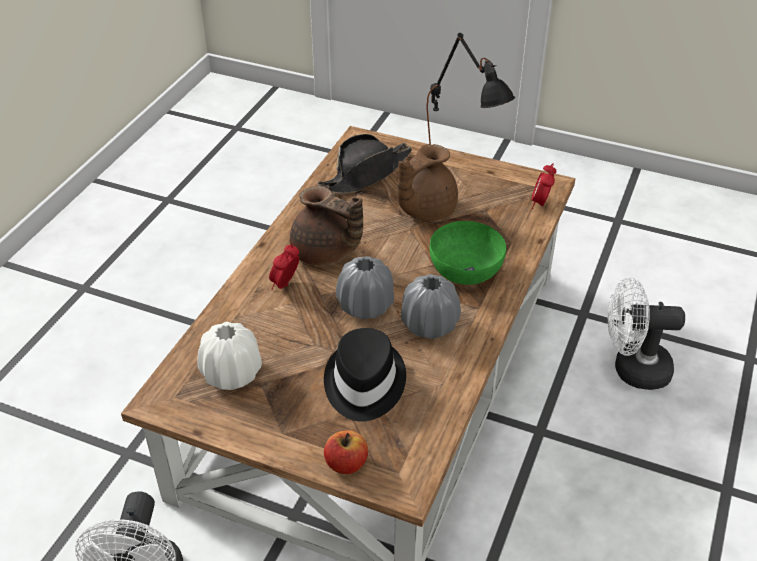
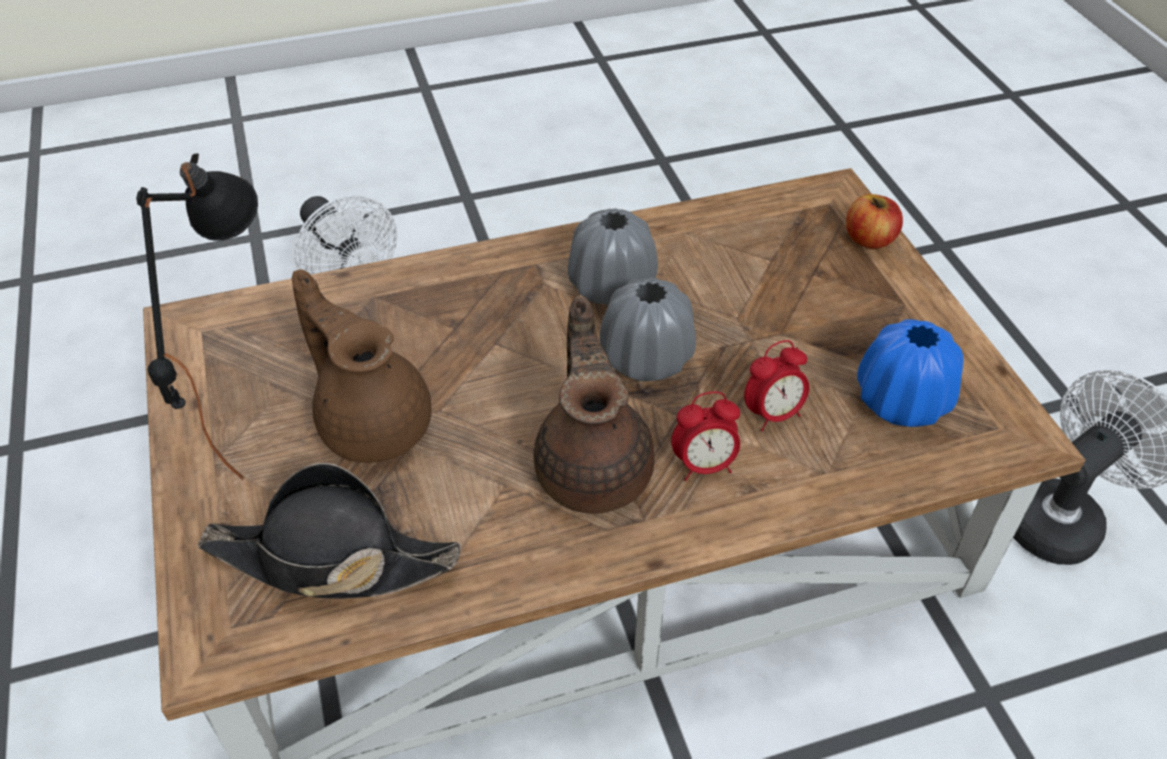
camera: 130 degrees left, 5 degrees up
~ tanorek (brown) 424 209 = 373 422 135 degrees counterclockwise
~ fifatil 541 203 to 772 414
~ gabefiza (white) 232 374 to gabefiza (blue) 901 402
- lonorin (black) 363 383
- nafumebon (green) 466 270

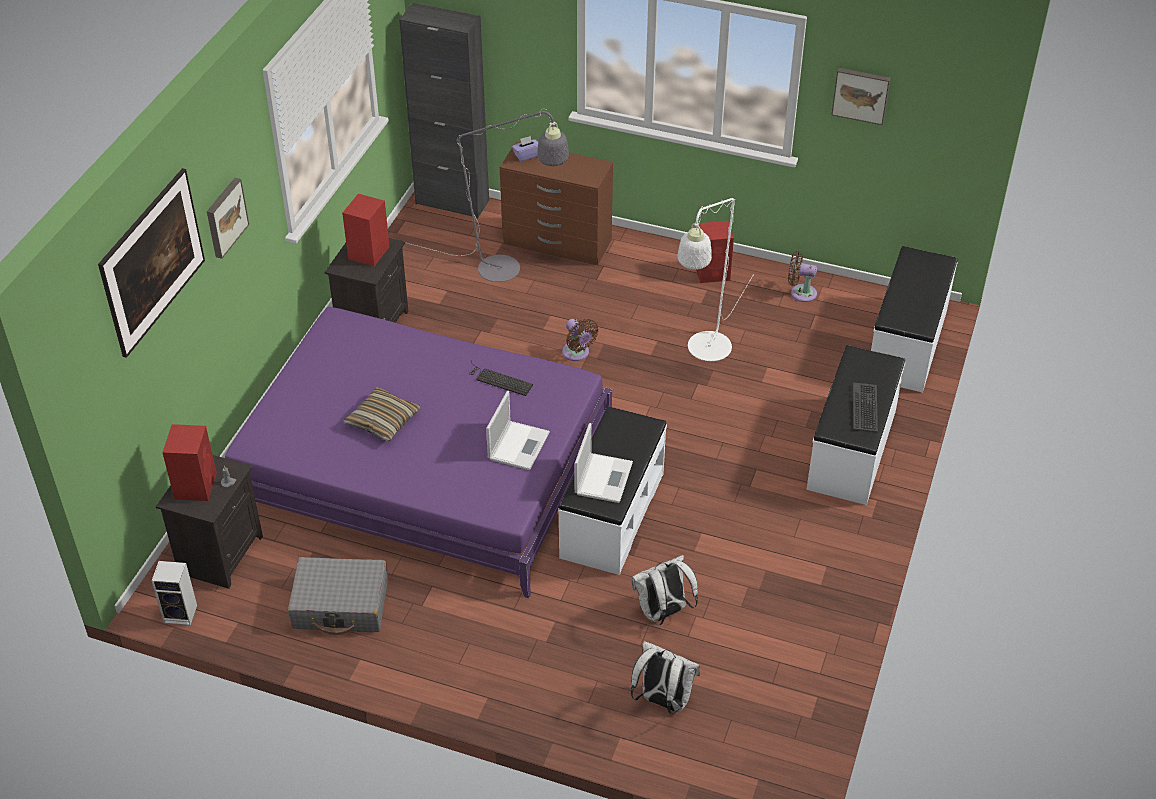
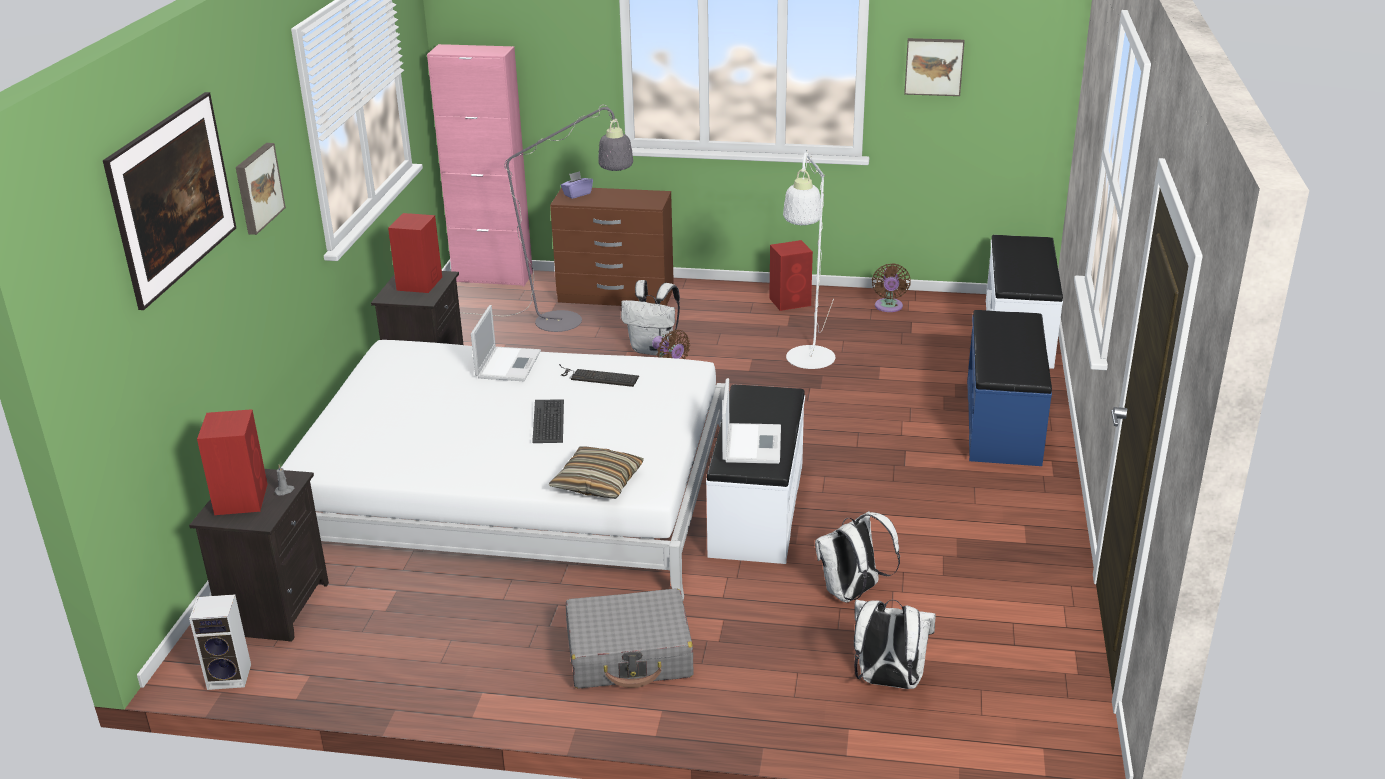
camera: 10 degrees left, 15 degrees down
~ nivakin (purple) 422 464 to nivakin (white) 515 491
~ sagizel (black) 452 202 to sagizel (pink) 493 277
~ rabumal 519 445 to 508 364
~ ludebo 865 407 to 549 422
~ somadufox 383 421 to 598 483
~ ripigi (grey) 341 605 to 630 654
+ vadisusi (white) 653 349
~ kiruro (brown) 800 293 = 888 307 90 degrees counterclockwise
~ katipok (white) 853 450 to katipok (blue) 1004 422

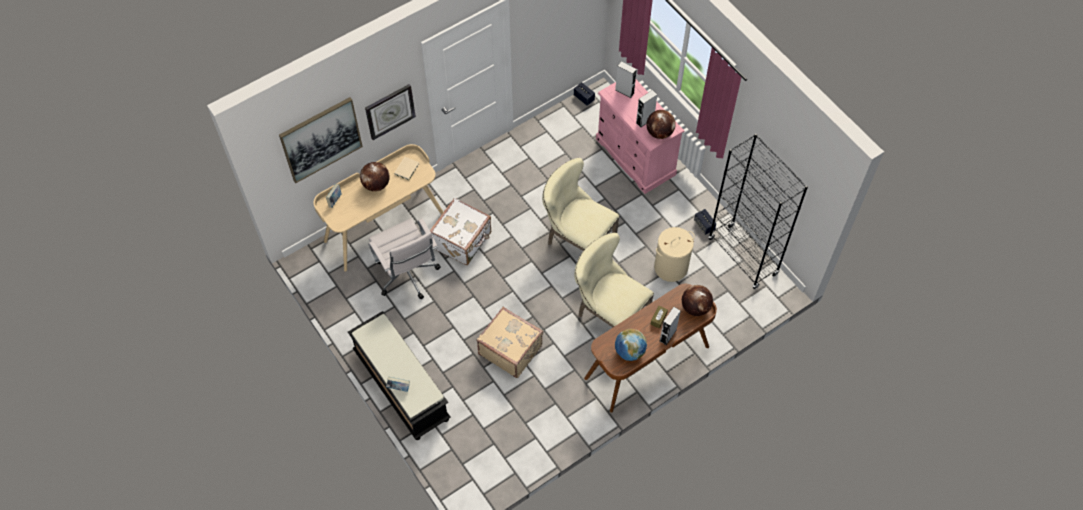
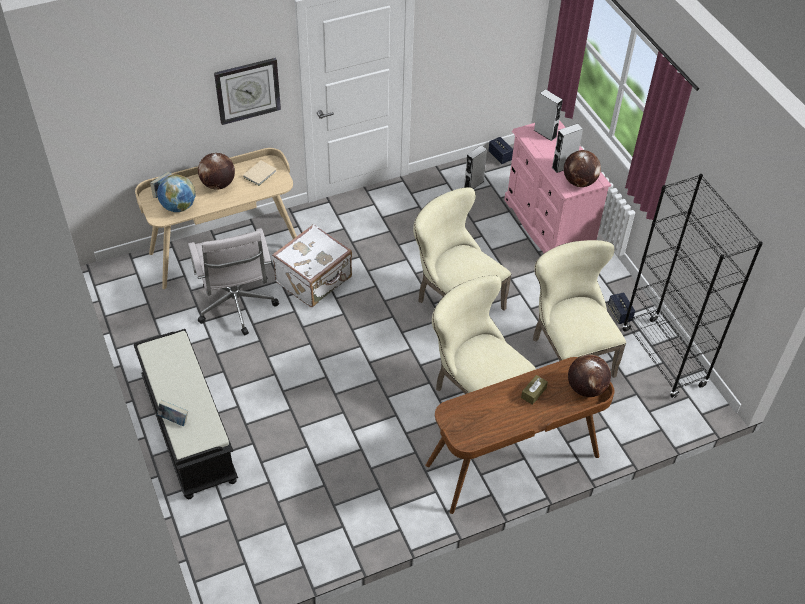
camera: 10 degrees right, 10 degrees down
~ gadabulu 629 351 to 178 207
~ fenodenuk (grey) 668 335 to 473 184
~ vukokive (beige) 671 267 to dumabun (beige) 567 354
- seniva 321 139
- ripigi (beige) 510 349

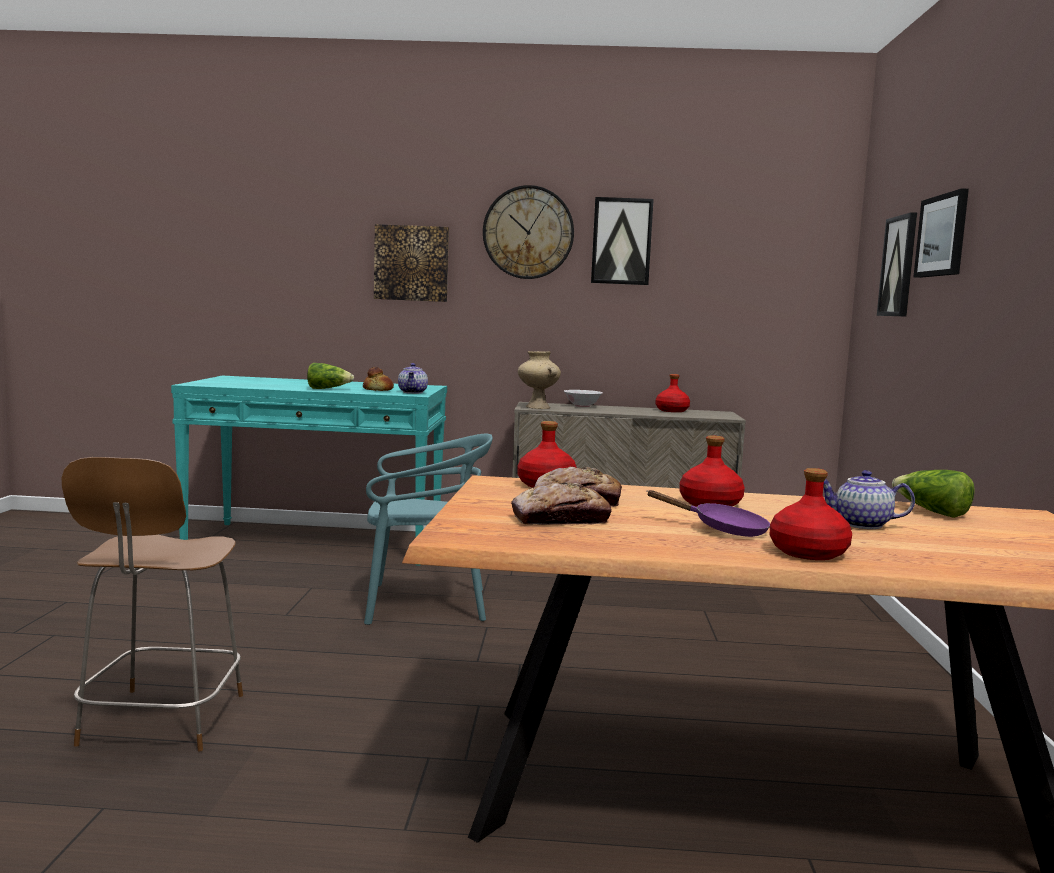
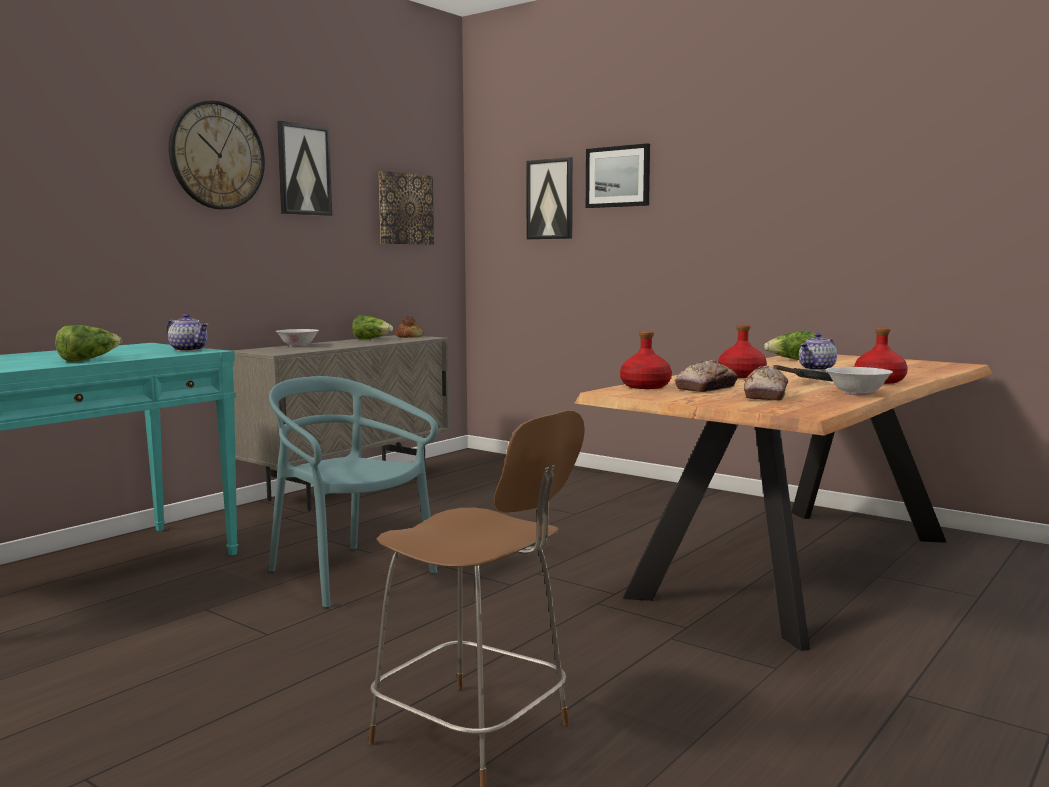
camera: 55 degrees left, 0 degrees up
~ dumabun (turquoise) 424 604 = 348 574 75 degrees counterclockwise
~ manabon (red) 672 410 to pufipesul 372 339
~ seniva 411 263 to 405 209
~ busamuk 378 389 to 409 337
~ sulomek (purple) 722 529 to sulomek (black) 814 382
+ nafumebon (white) 857 393
- gabefiza (beige) 537 407

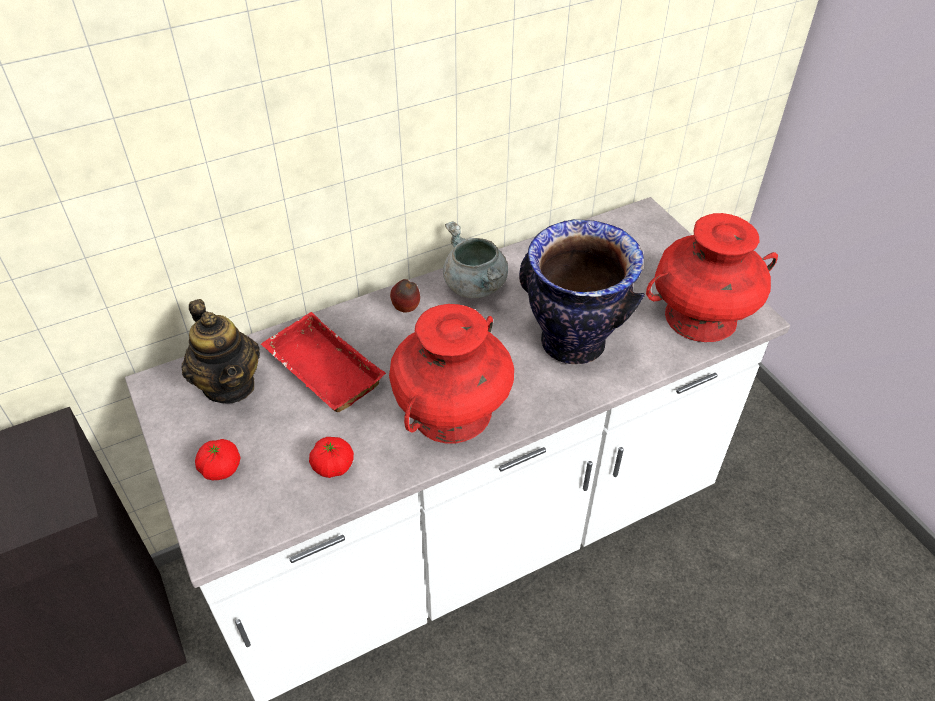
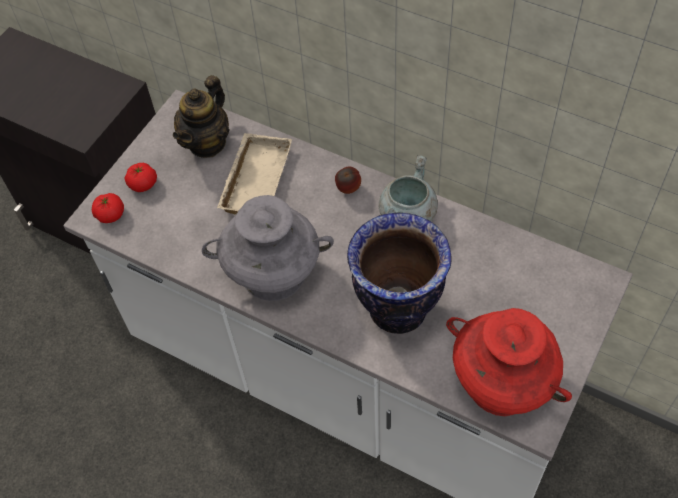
camera: 60 degrees right, 10 degrees up
~ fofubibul 333 466 to 110 214
~ gabefiza (red) 451 413 to gabefiza (grey) 273 273
~ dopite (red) 320 370 to dopite (beige) 254 179

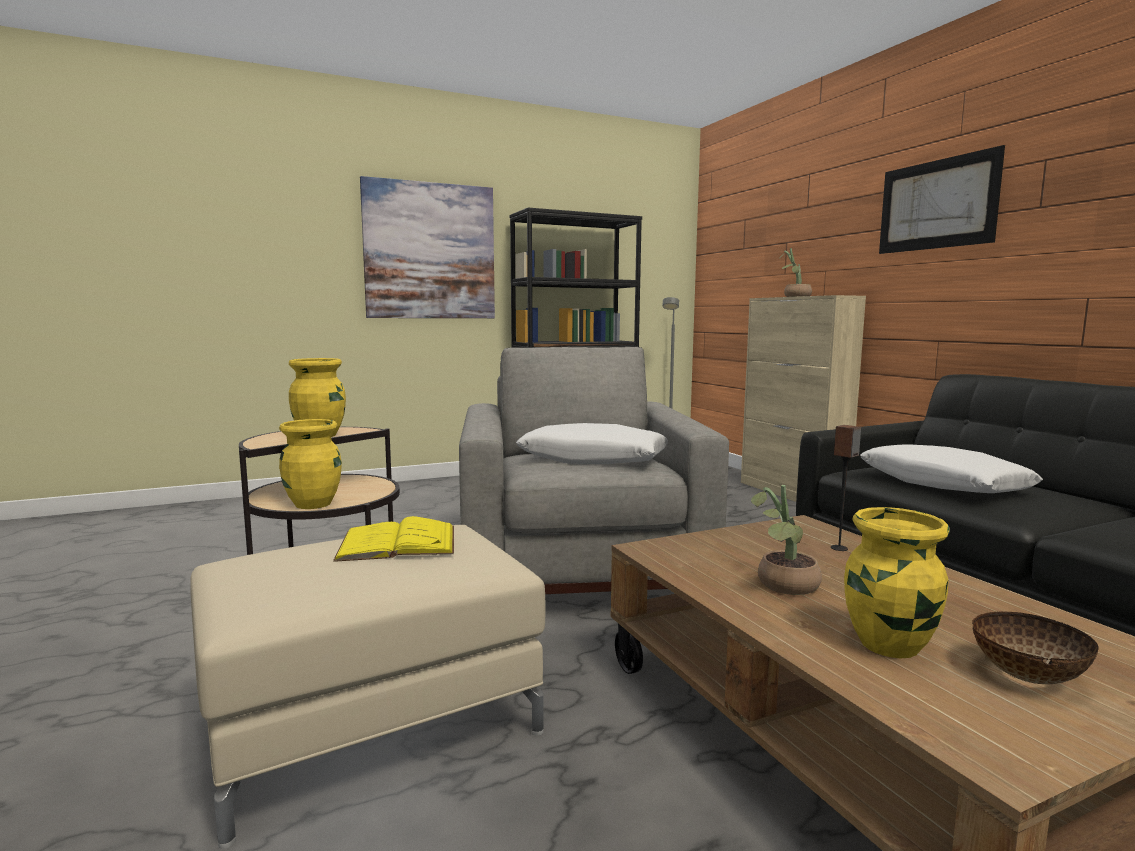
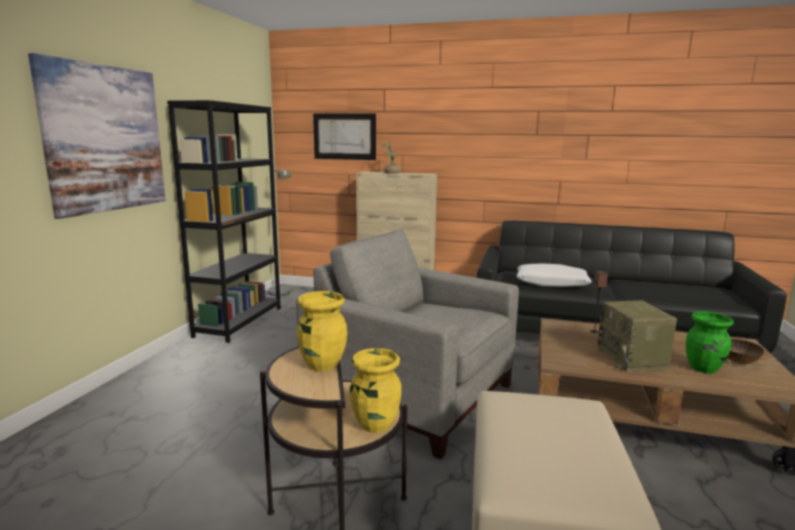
camera: 50 degrees left, 5 degrees up
~ seniva 936 204 to 344 136
~ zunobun 783 587 to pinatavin 632 359
~ gabefiza (yellow) 890 646 to gabefiza (green) 704 368
- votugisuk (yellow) 398 543
- somadufox (white) 593 459

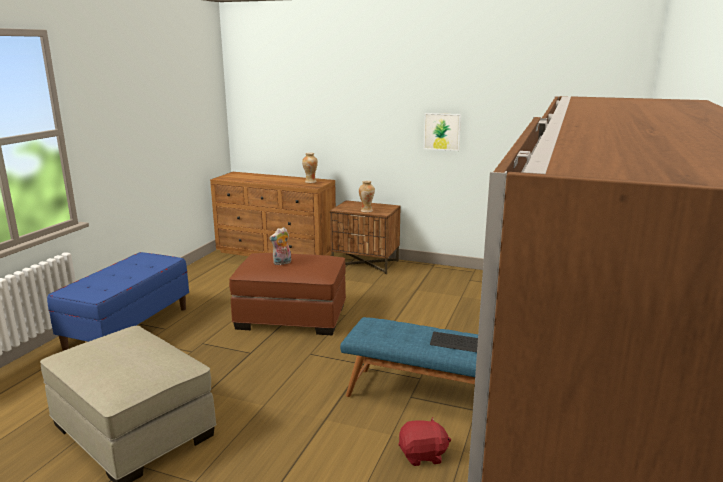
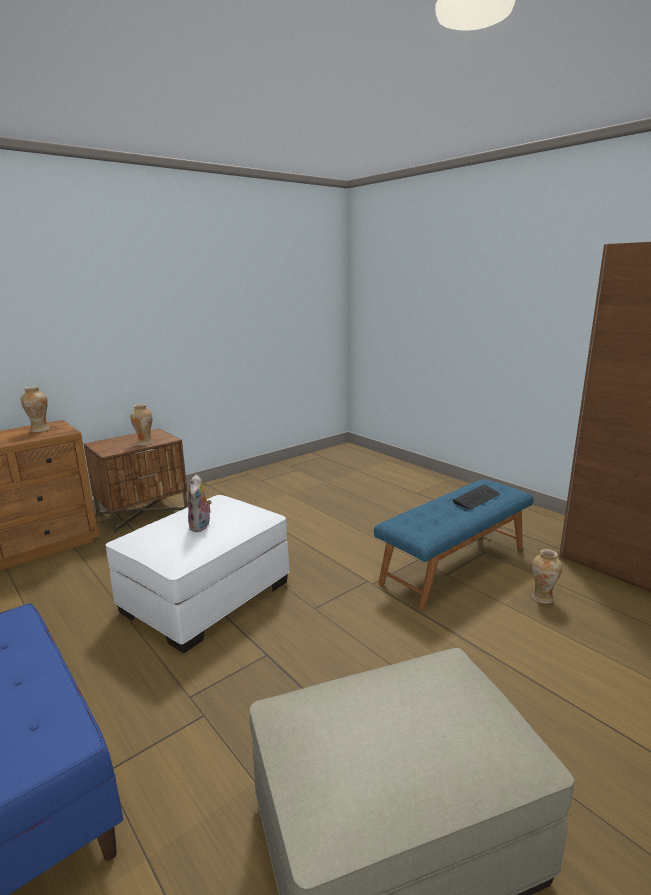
camera: 60 degrees left, 0 degrees up
~ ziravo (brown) 292 316 to ziravo (white) 207 595
~ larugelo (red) 423 455 to gabefiza 542 598
- seniva 442 131

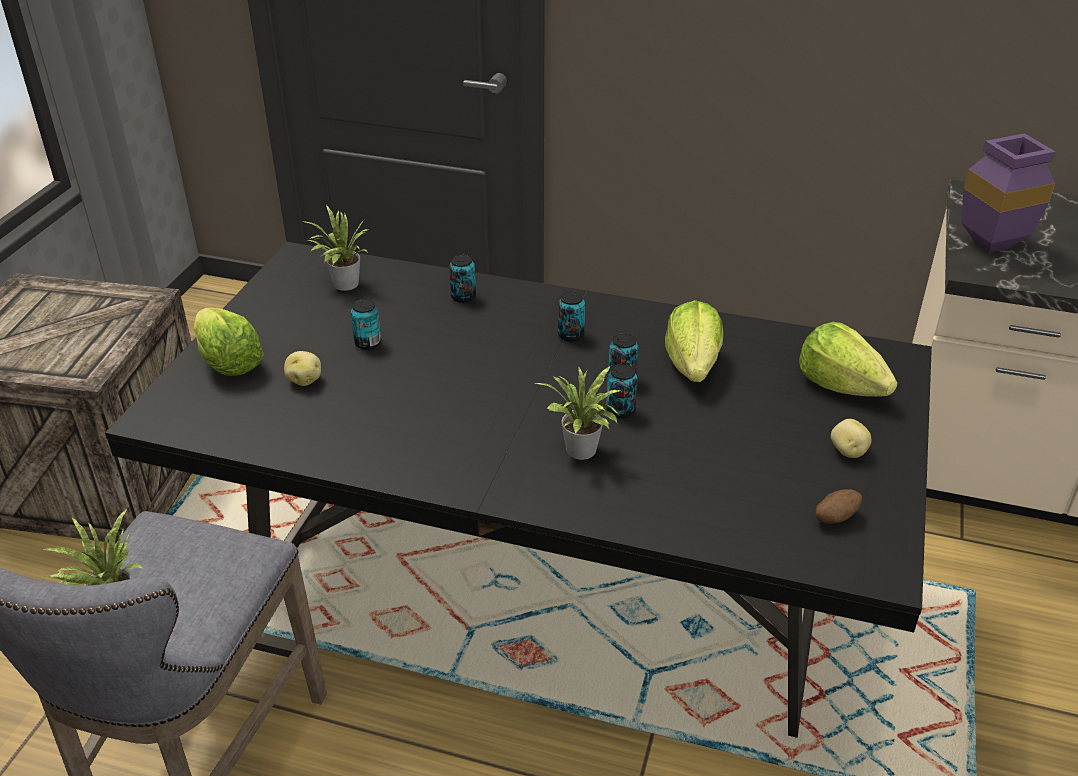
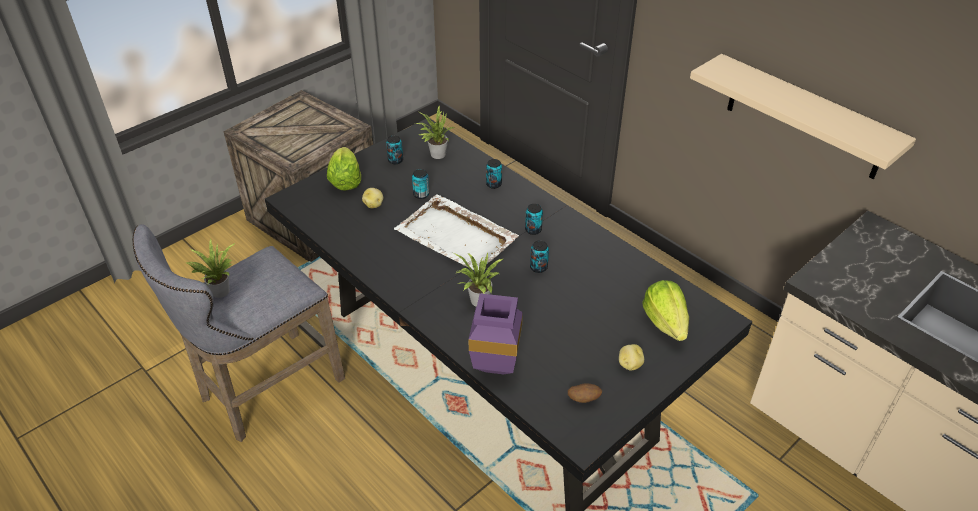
camera: 30 degrees right, 5 degrees up
~ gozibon 620 410 to 395 160
+ dopite (white) 457 236
~ gabefiza (purple) 992 244 to 498 366
+ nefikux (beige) 804 117
- pufipesul 692 365

